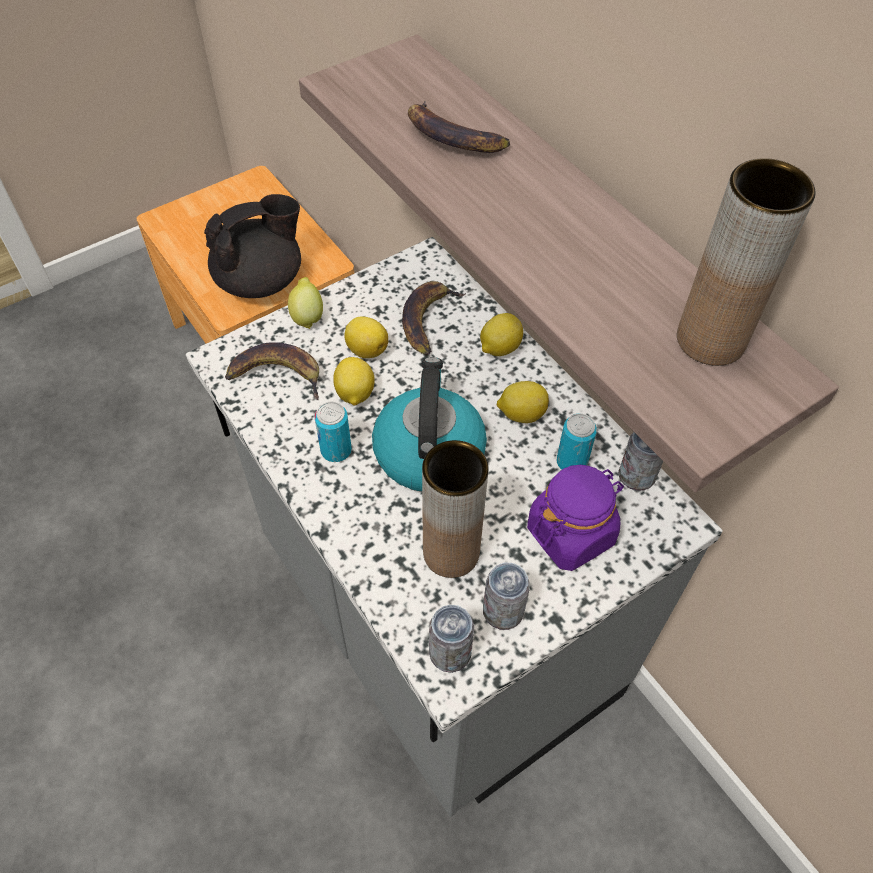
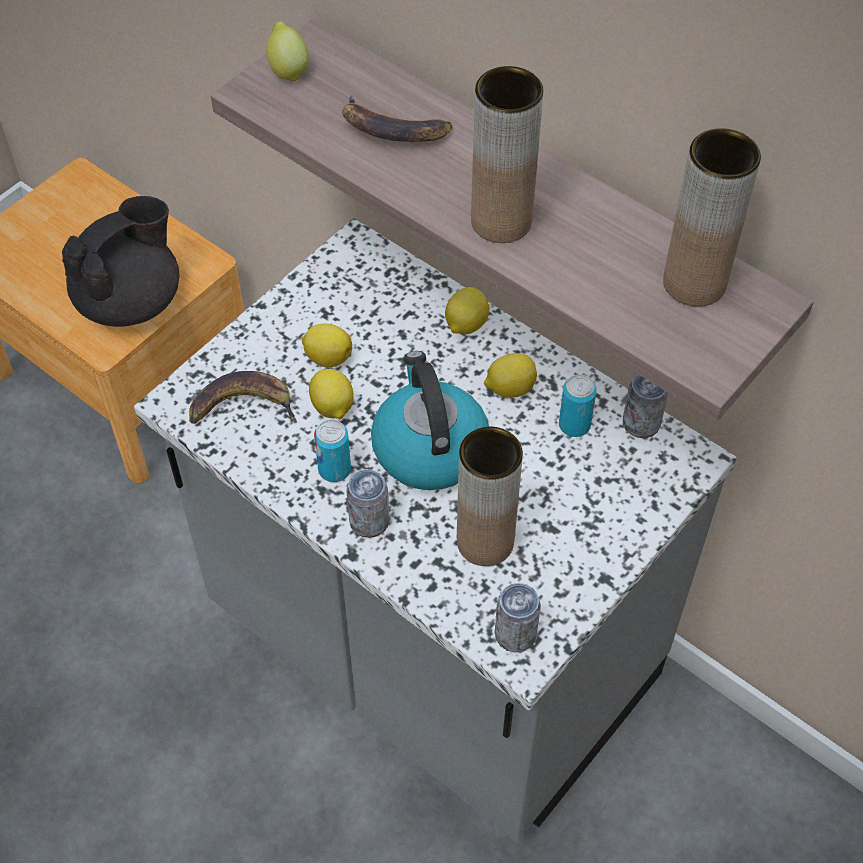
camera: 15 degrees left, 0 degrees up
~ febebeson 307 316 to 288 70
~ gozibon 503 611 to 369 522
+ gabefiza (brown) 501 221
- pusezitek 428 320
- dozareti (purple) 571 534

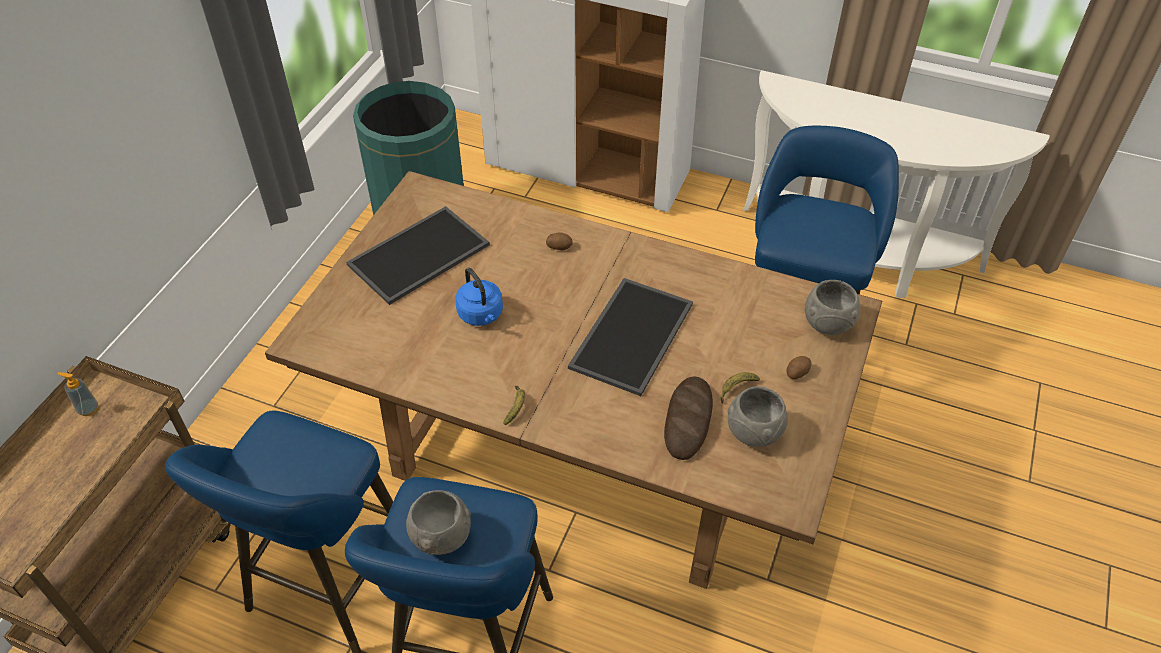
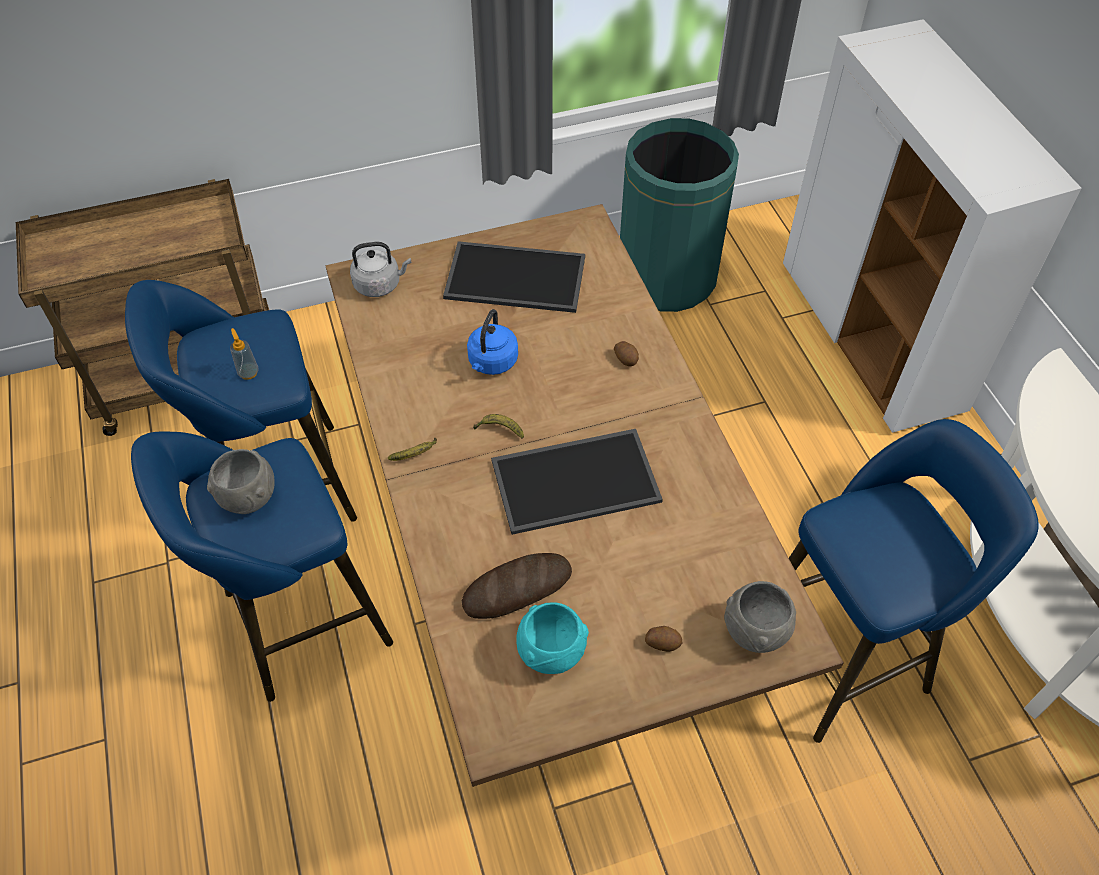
camera: 50 degrees right, 5 degrees up
~ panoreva 88 409 to 248 372
+ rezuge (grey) 380 284
~ pusezitek 736 389 to 499 430
~ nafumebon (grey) 754 432 to nafumebon (turquoise) 552 652

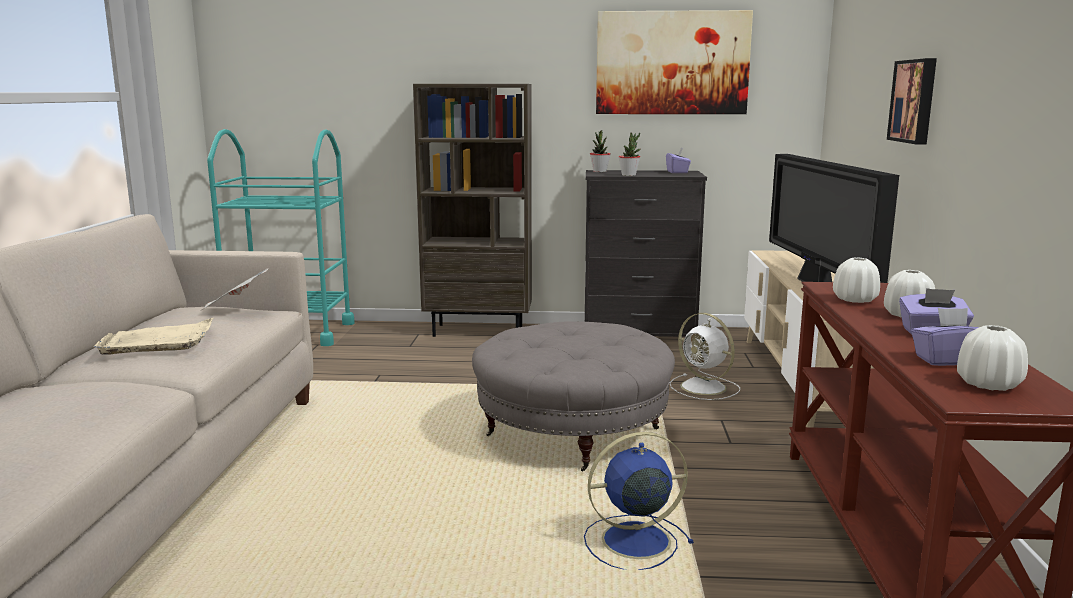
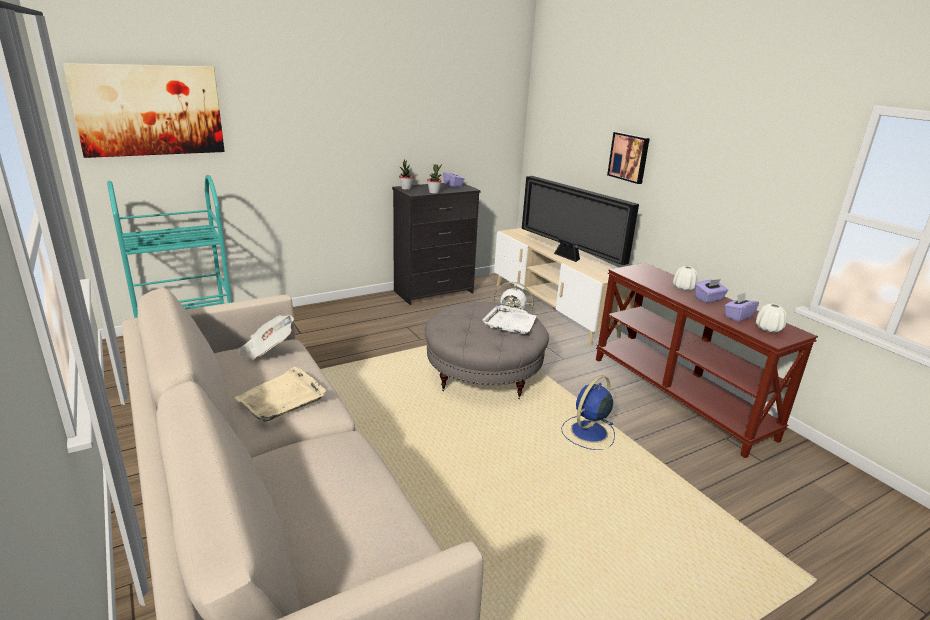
camera: 35 degrees left, 10 degrees up
~ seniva 672 63 to 150 110
+ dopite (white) 510 322
- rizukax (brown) 479 331
- gabefiza (white) 855 300

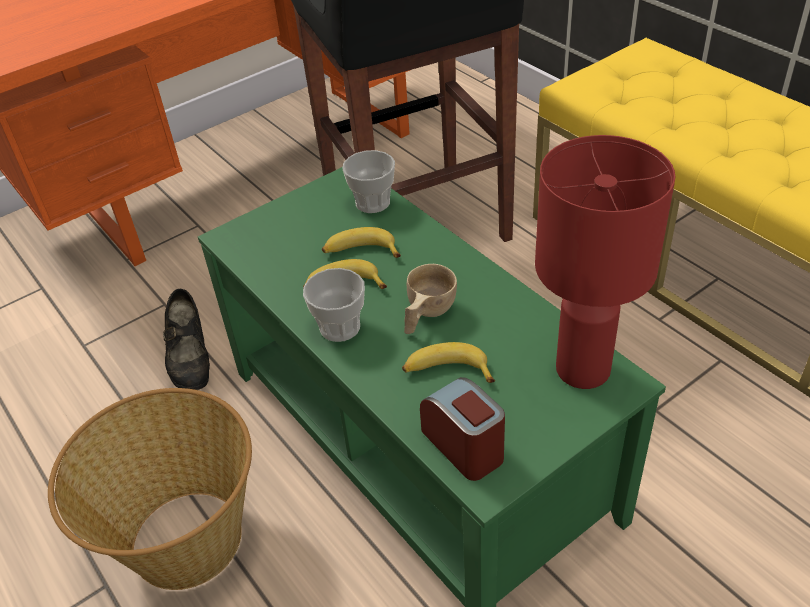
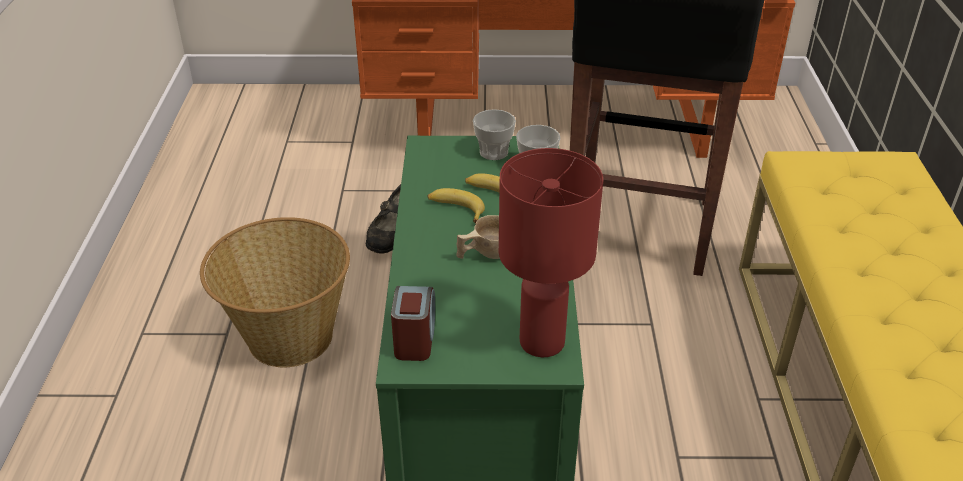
camera: 35 degrees right, 5 degrees down
~ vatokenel 340 327 to 493 152
- pusezitek 446 371

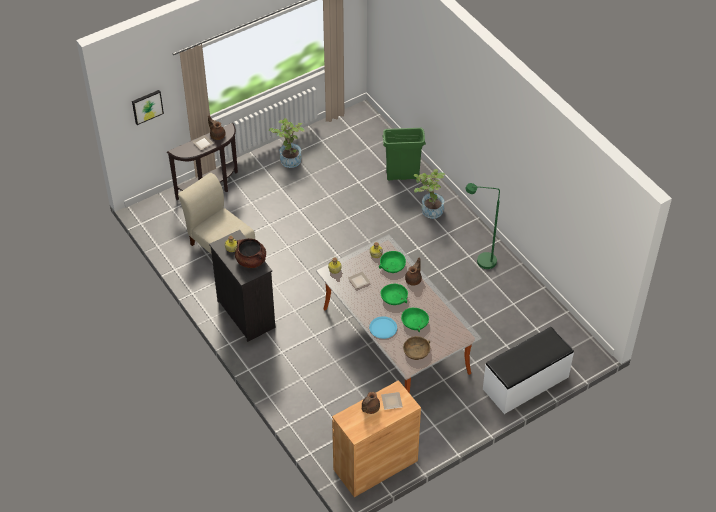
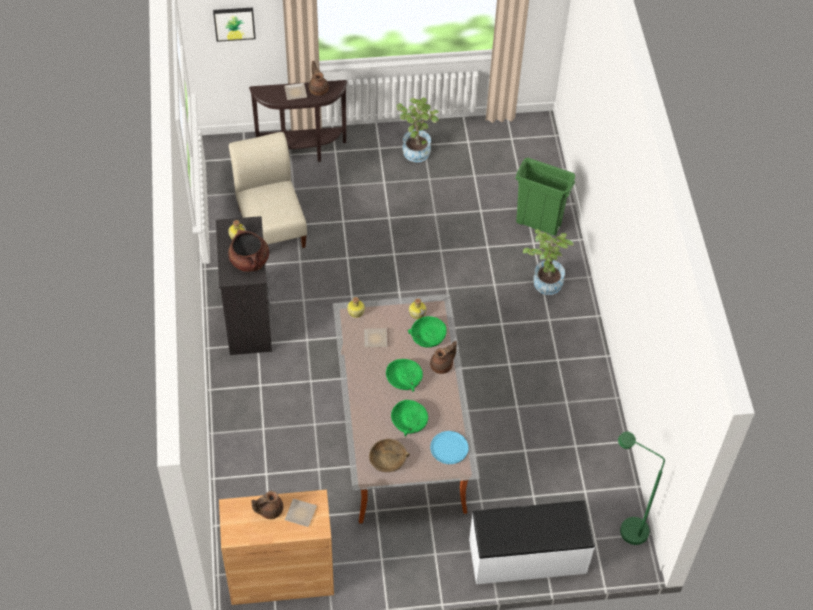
camera: 25 degrees right, 5 degrees up
~ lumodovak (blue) 383 328 to 449 448
~ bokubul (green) 480 261 to 626 528

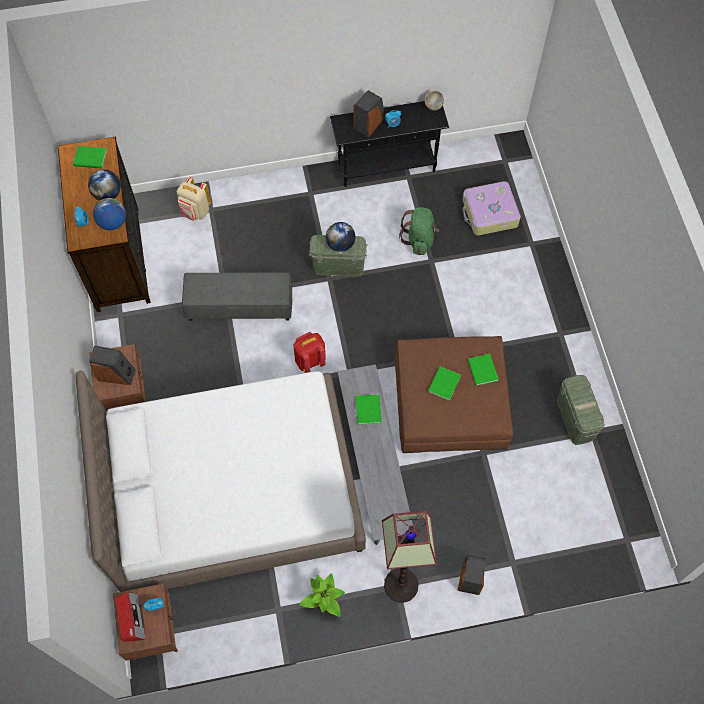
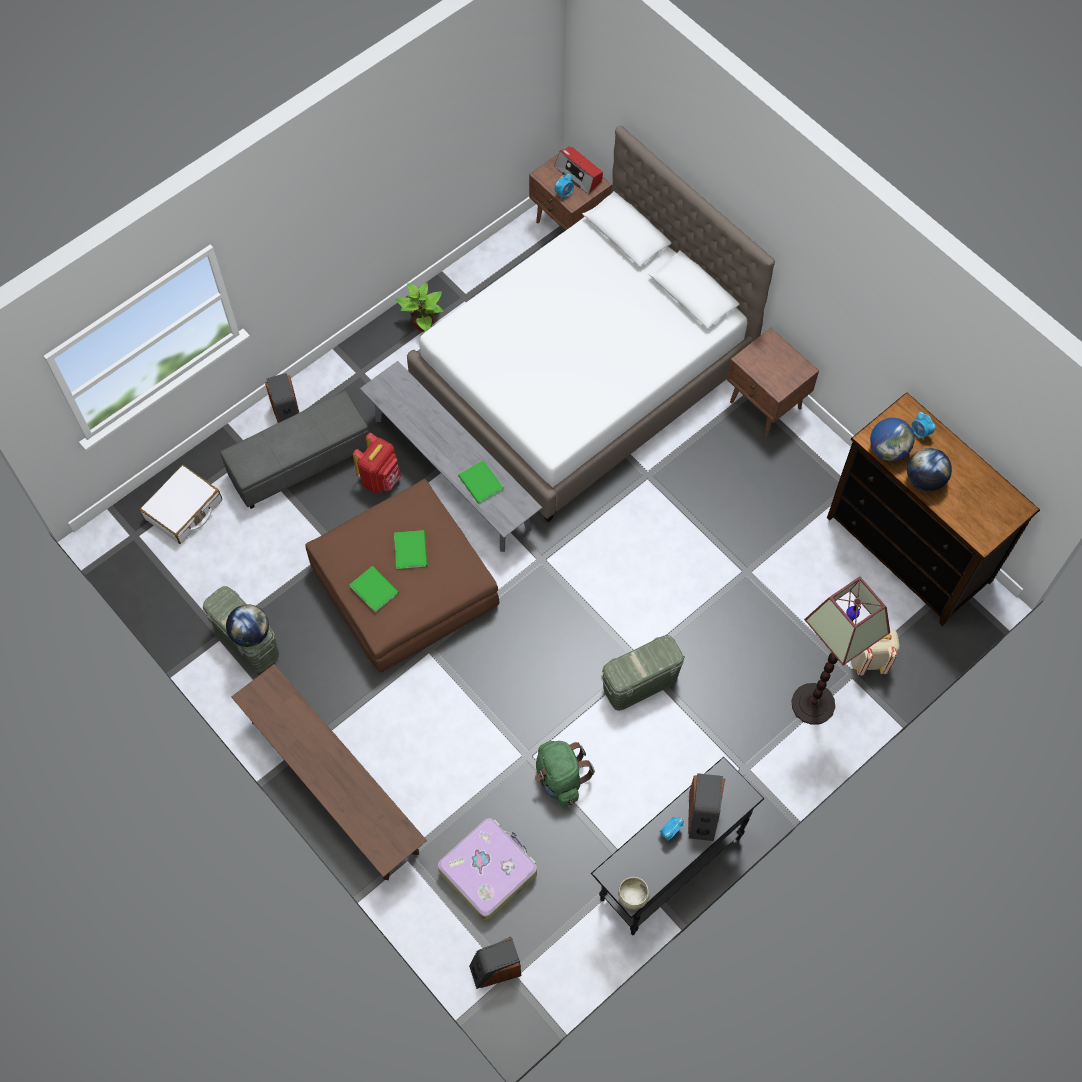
camera: 150 degrees right, 0 degrees up
+ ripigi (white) 184 510
~ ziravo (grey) 240 305 to 300 462
~ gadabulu 340 244 to 250 633
+ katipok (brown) 334 786
~ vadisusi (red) 310 360 to 380 478
~ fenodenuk 116 374 to 495 969
~ bokubul 401 585 to 813 704
- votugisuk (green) 91 159

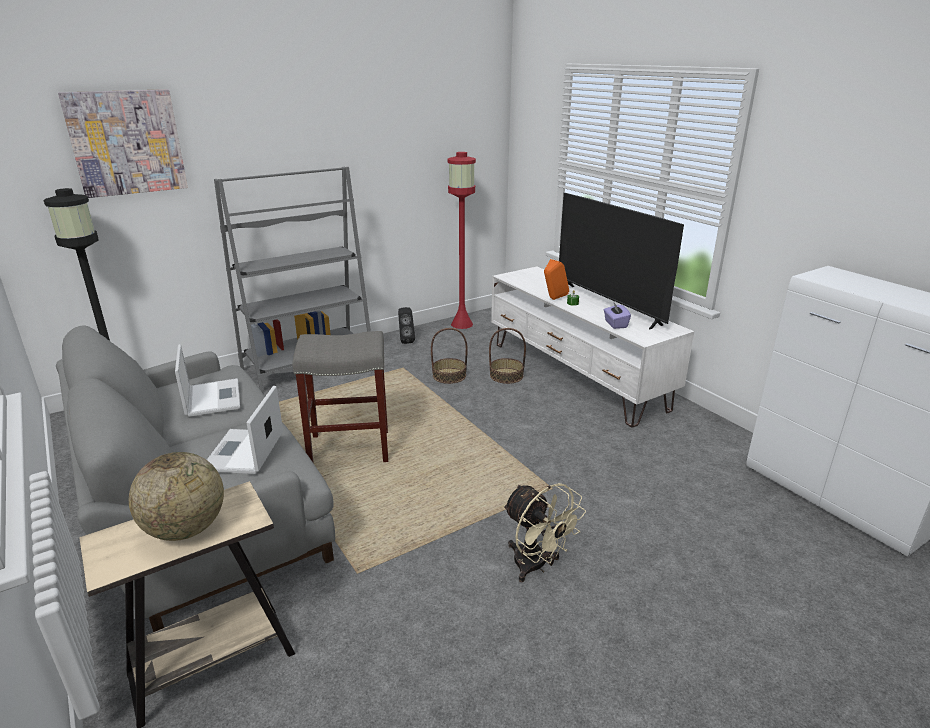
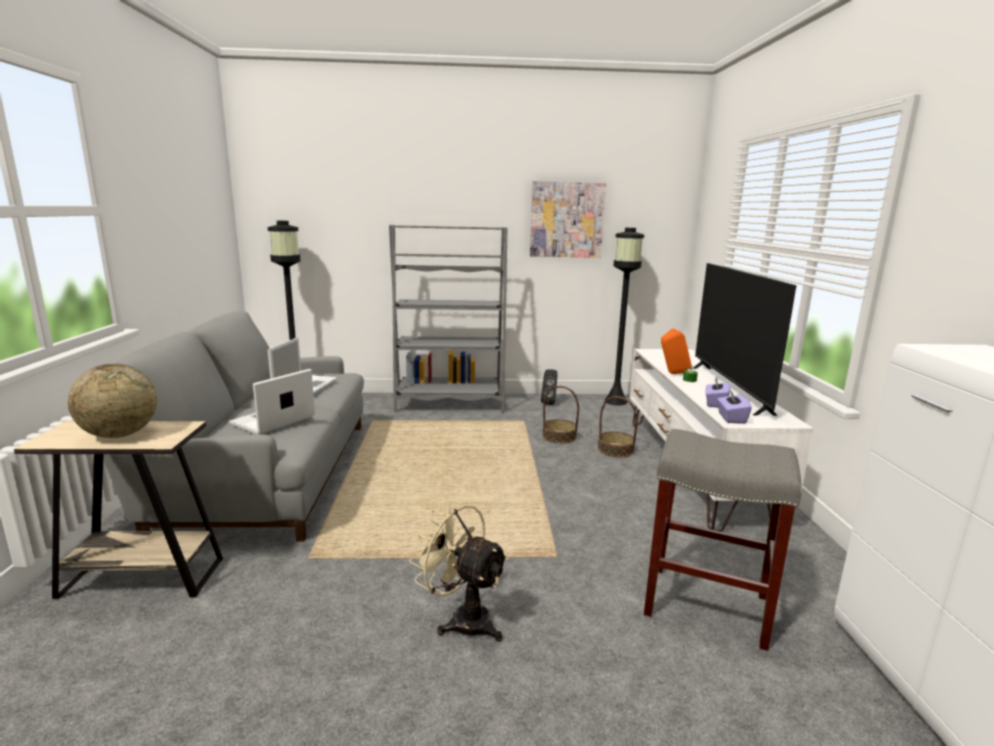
camera: 30 degrees right, 10 degrees down
~ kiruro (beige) 536 566 = 462 619 135 degrees clockwise
~ seniva 126 143 to 567 220
~ bokubul (red) 462 324 to bokubul (black) 616 401
~ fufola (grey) 351 448 to 708 605
+ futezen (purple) 731 418

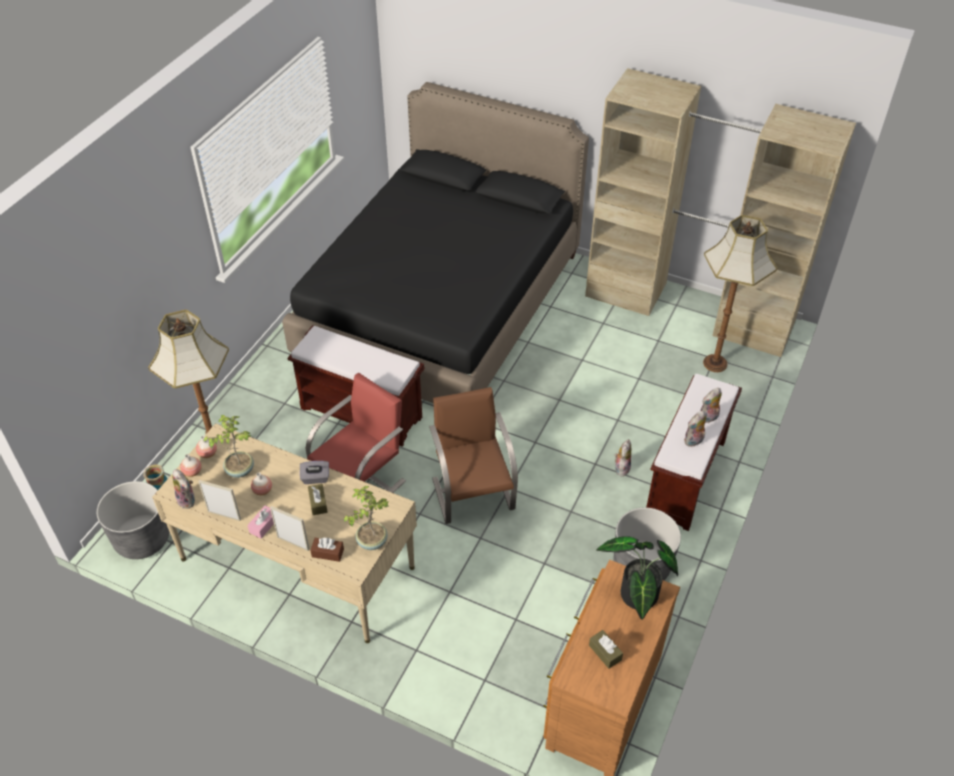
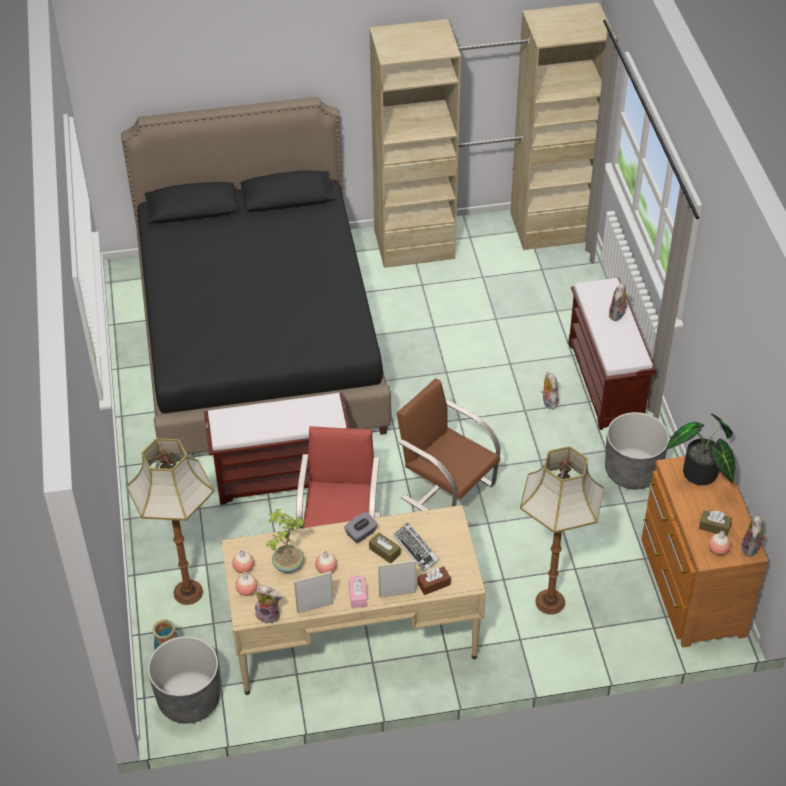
camera: 35 degrees left, 0 degrees up
+ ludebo 416 549
~ bokubul 716 364 to 551 602
+ gabefiza 718 550
~ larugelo 694 441 to 751 549
- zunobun 371 541

